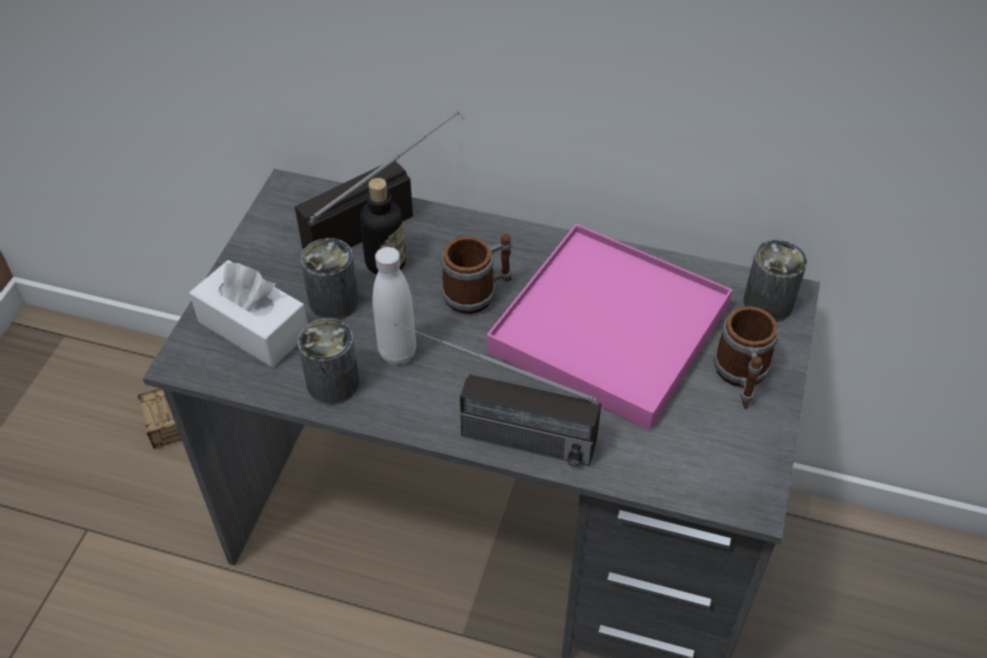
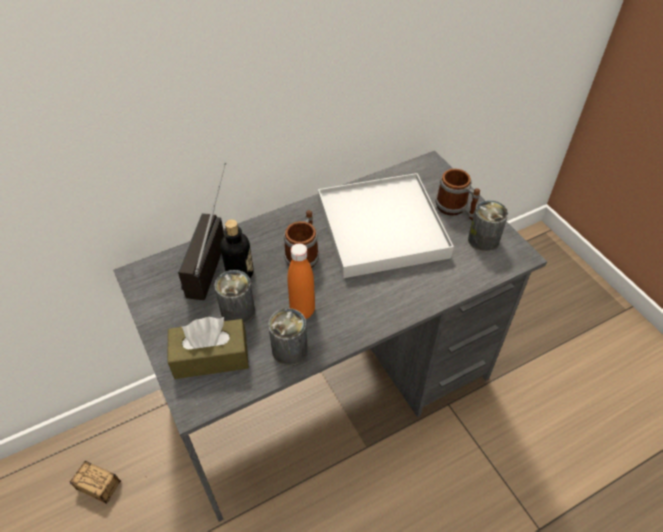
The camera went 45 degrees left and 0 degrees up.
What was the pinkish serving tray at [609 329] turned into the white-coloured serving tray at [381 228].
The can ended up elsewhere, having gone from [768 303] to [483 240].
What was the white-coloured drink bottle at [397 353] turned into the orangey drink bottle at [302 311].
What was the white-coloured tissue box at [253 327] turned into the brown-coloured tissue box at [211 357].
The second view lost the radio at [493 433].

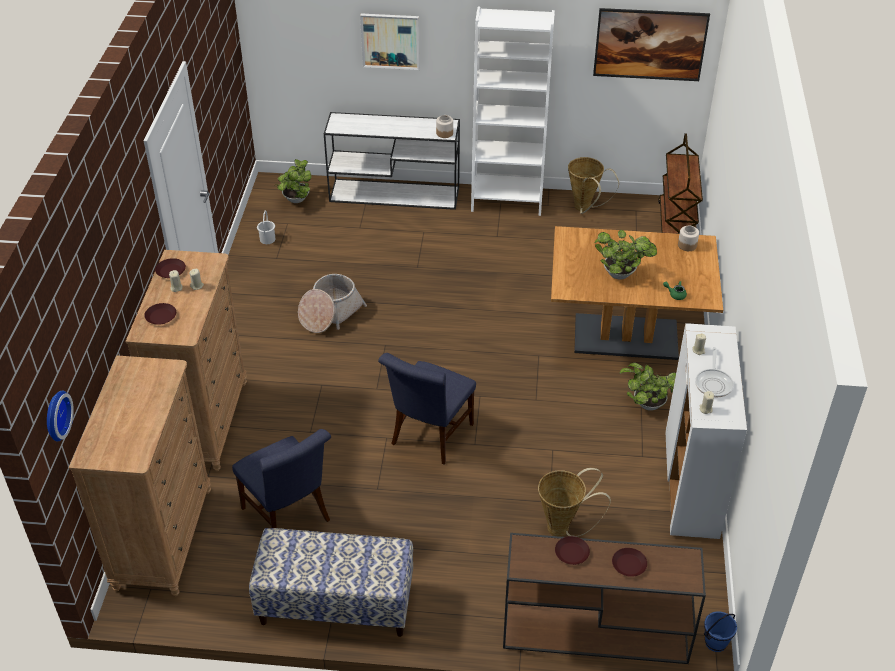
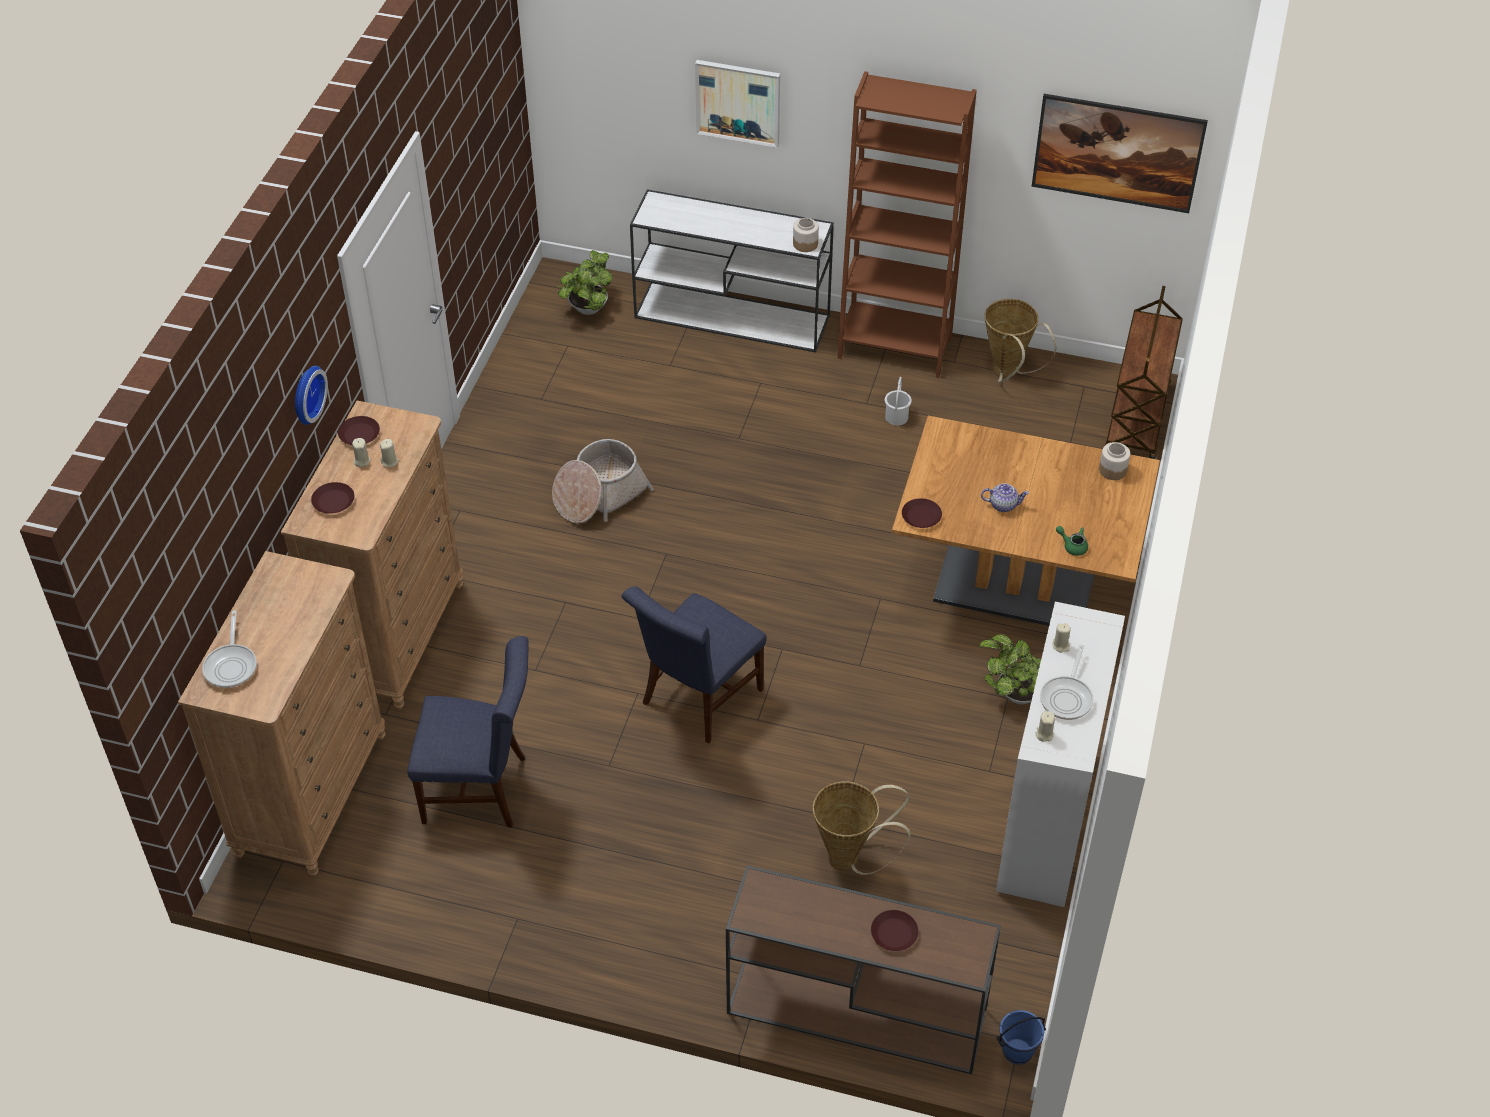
The camera went 10 degrees right and 5 degrees up.
What was the white-coloured shelving unit at [507 201] turned into the brown-coloured shelving unit at [894 348].
The white-coloured pail ended up elsewhere, having gone from [267 239] to [896 417].
Where the potted plant stood at [621 274], the tea pot came to stand at [1003 505].
The hanging clock ended up elsewhere, having gone from [55 415] to [305 394].
The bluish chair at [289 517] ended up facing another way, 60 degrees counterclockwise from before.
The second view lost the long seat at [335 604].
The brown-coloured flat dish ended up elsewhere, having gone from [572 552] to [921 516].
The second view gained the skillet at [231 665].

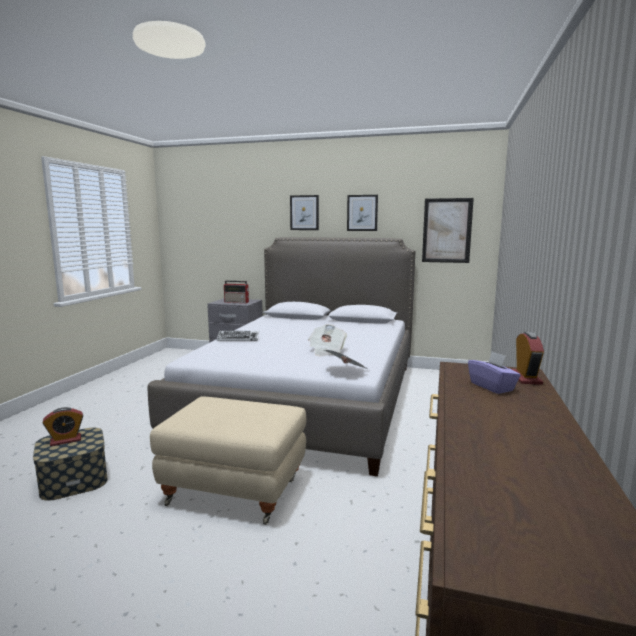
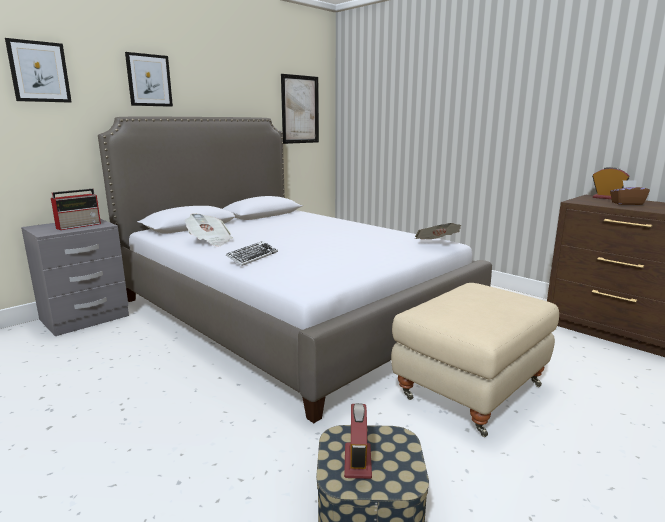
The camera went 60 degrees left and 5 degrees up.
The wall art ended up elsewhere, having gone from [362 213] to [39 72].
The daily paper ended up elsewhere, having gone from [326 351] to [210 241].
What was the purplish tissue box at [492 387] turned into the brown-coloured tissue box at [626 203].

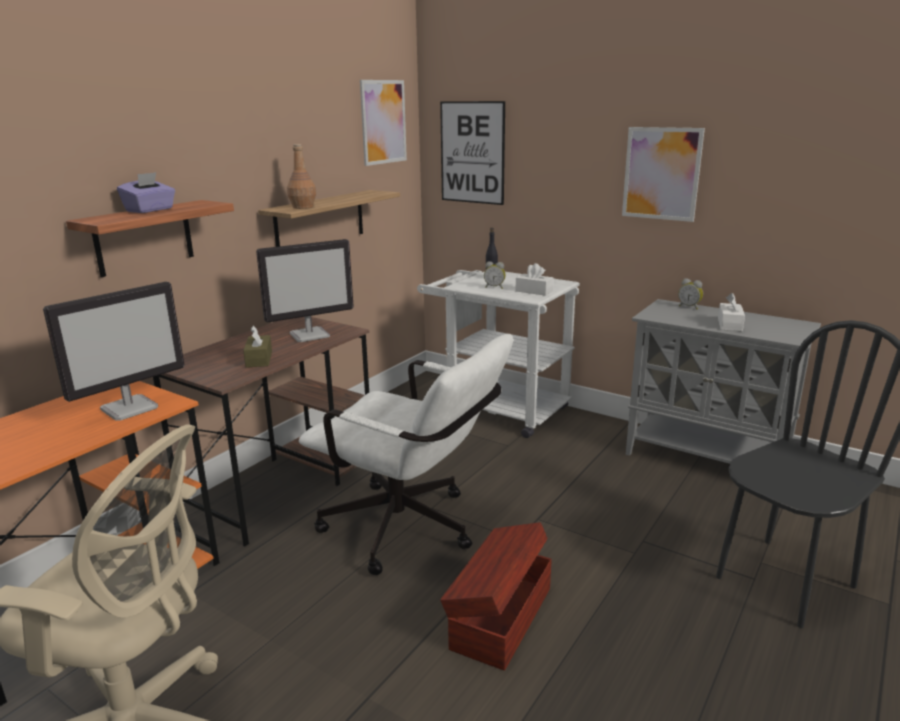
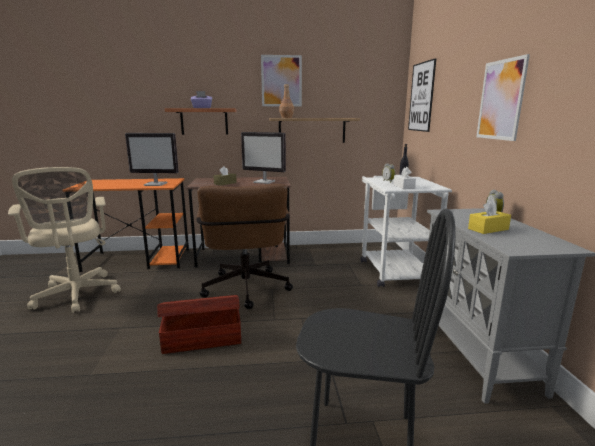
The camera went 50 degrees right and 5 degrees down.
The wall art ended up elsewhere, having gone from [383 122] to [281 81].
What was the white-coloured tissue box at [729 324] turned into the yellow-coloured tissue box at [488 229].
What was the white-coloured desk chair at [411 531] turned into the brown-coloured desk chair at [246 292].

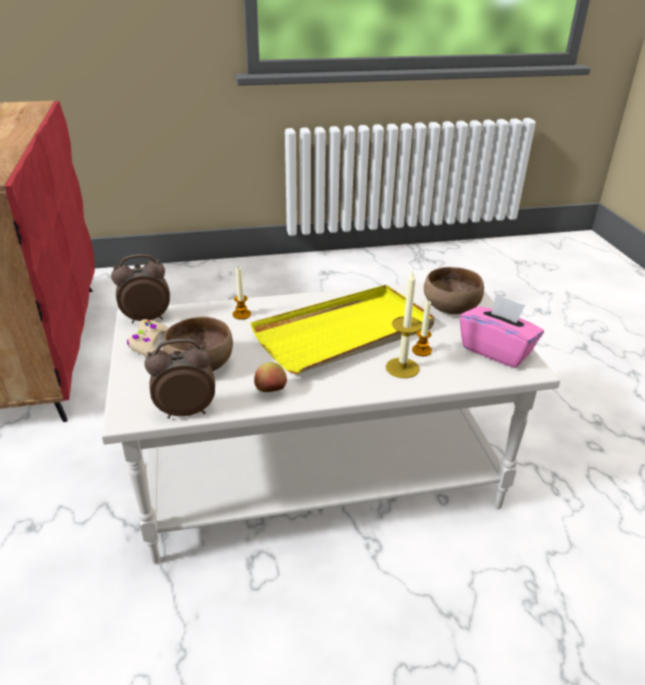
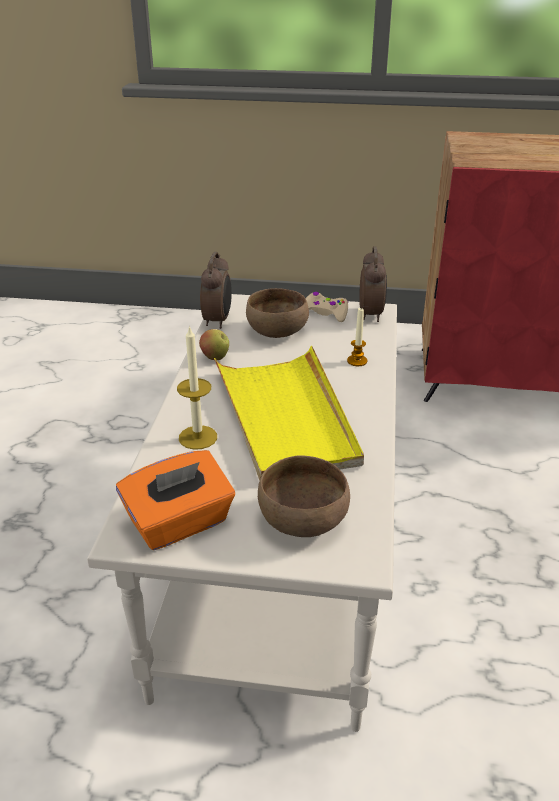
The camera went 110 degrees right and 0 degrees up.
What was the pinkish tissue box at [496 350] turned into the orangey tissue box at [180 523].
The second view lost the wax light at [422 350].

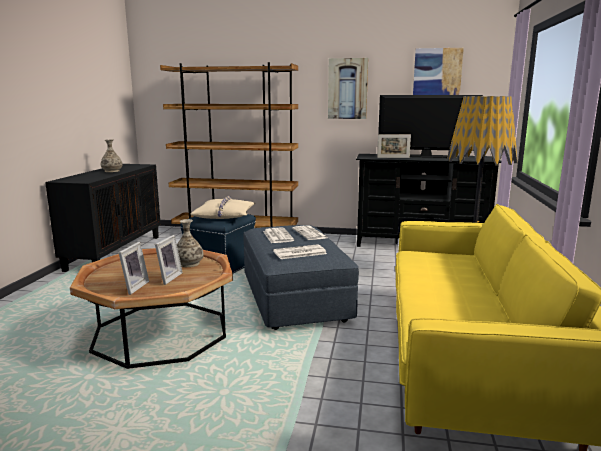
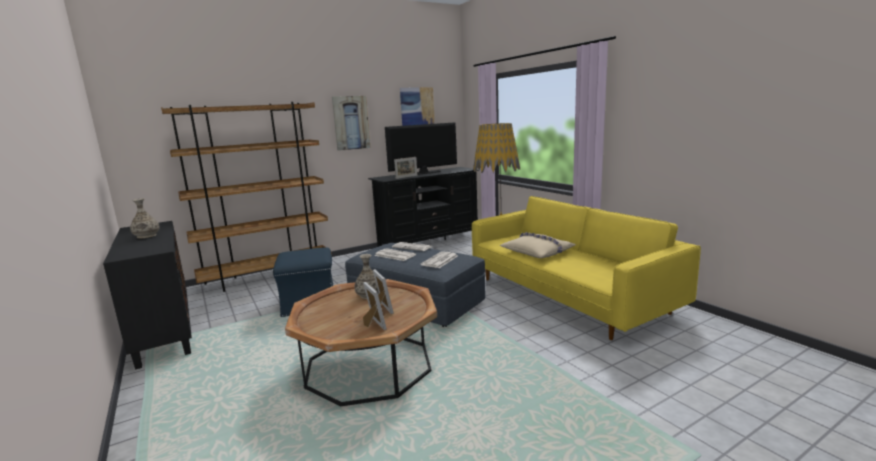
The camera went 40 degrees left and 0 degrees up.
The sand-coloured cushion ended up elsewhere, having gone from [224 215] to [538 252].

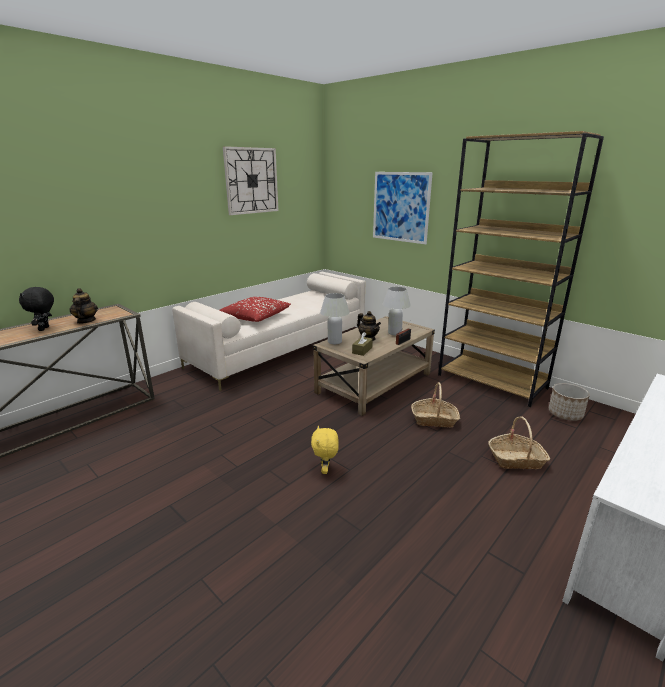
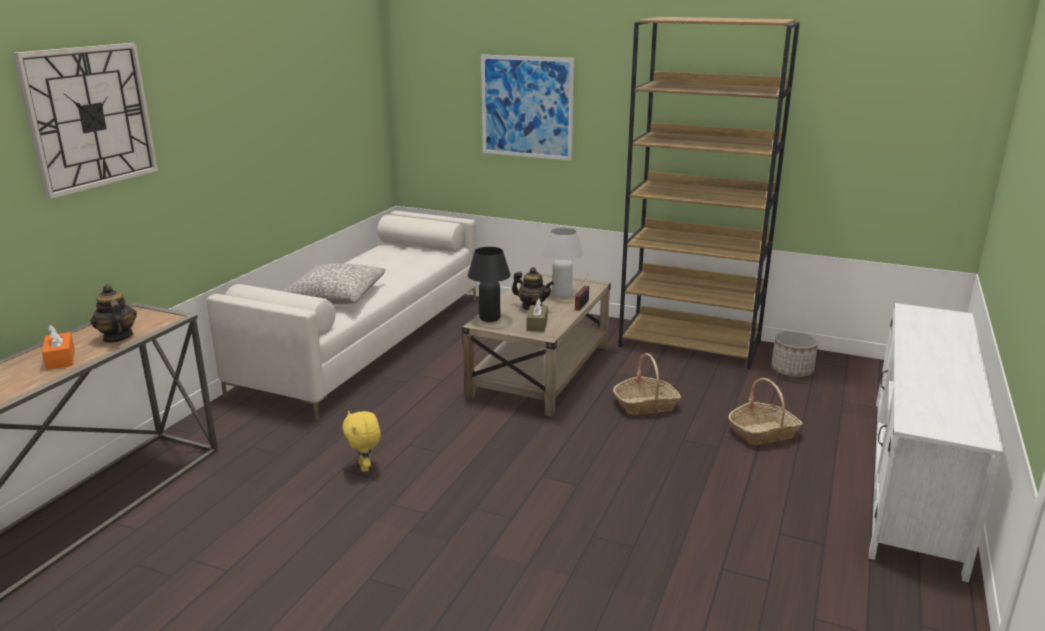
The camera went 20 degrees left and 0 degrees up.
The hanging clock ended up elsewhere, having gone from [251 181] to [90 117].
Where the black soft toy stood at [45 329], the orangey tissue box came to stand at [60 359].
What was the white-coloured table lamp at [334 342] turned into the black table lamp at [489 318].
What was the reddish cushion at [255 316] turned into the greyish cushion at [335 296].
The yellow-coloured soft toy ended up elsewhere, having gone from [325 470] to [365 467].

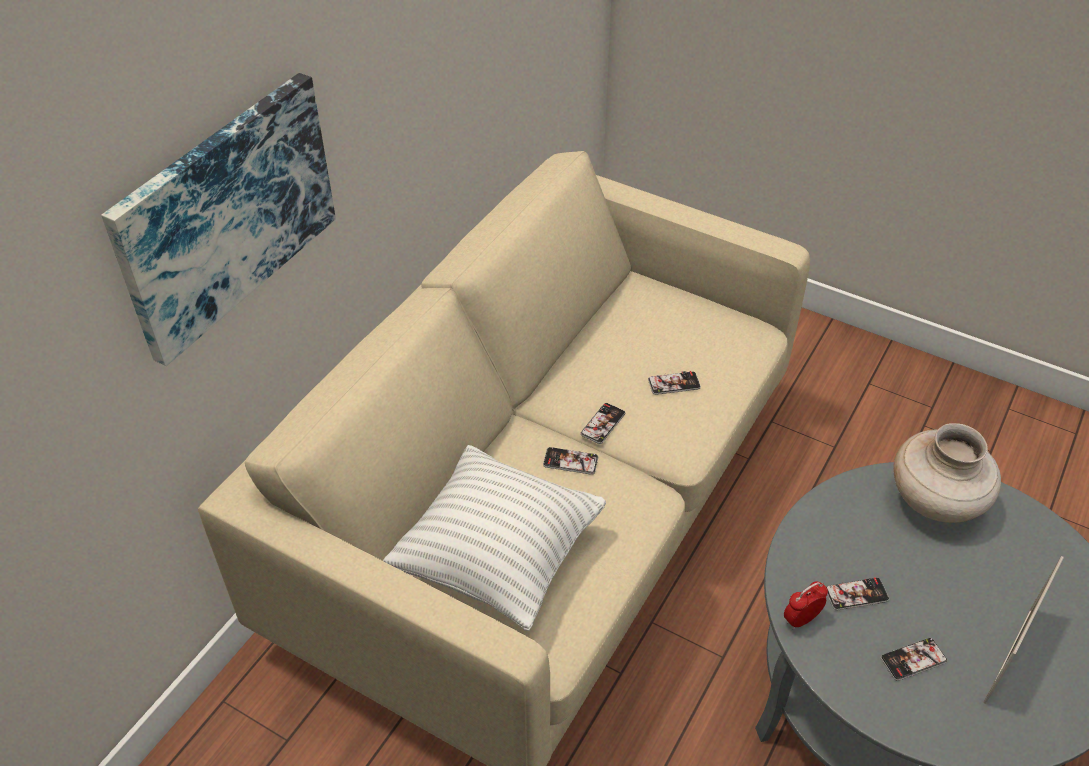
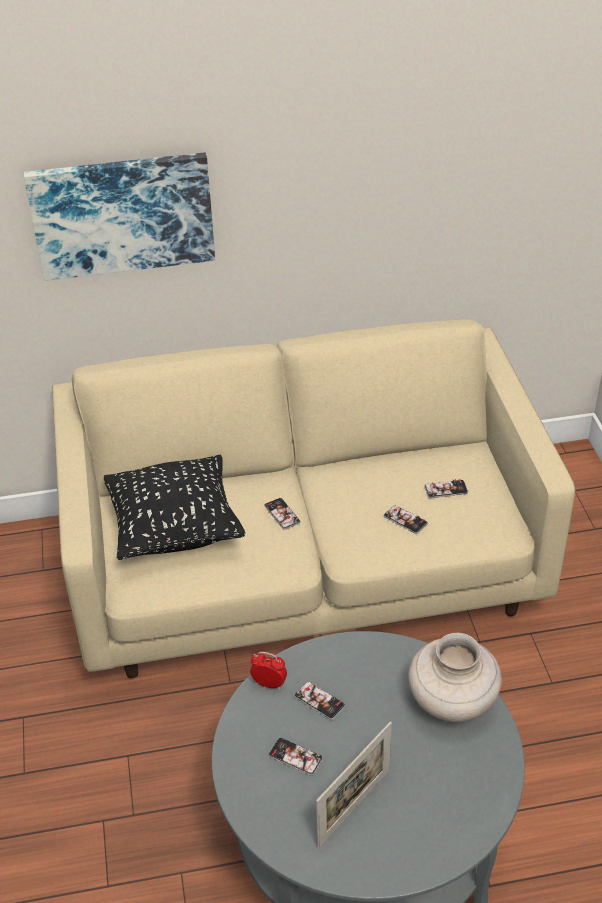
The camera went 50 degrees right and 5 degrees down.
The handset ended up elsewhere, having gone from [603 424] to [446 489].
What was the white-coloured cushion at [498 558] turned into the black cushion at [175 529].
The standing frame at [1008 654] ended up facing another way, 135 degrees clockwise from before.

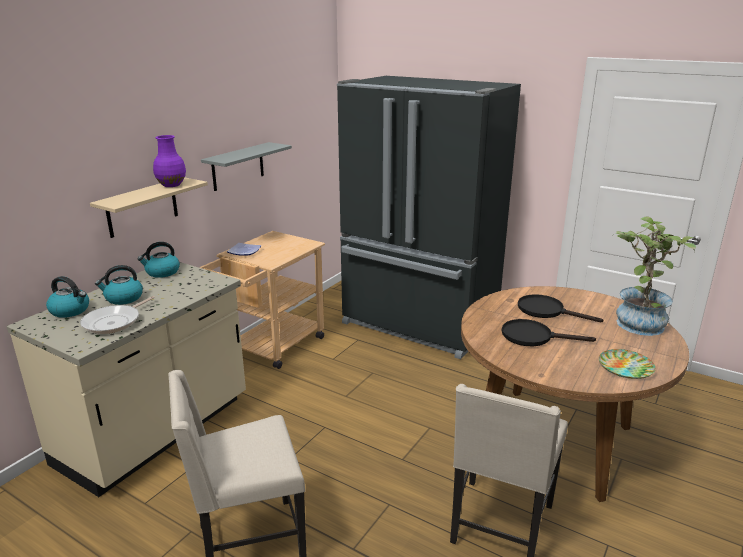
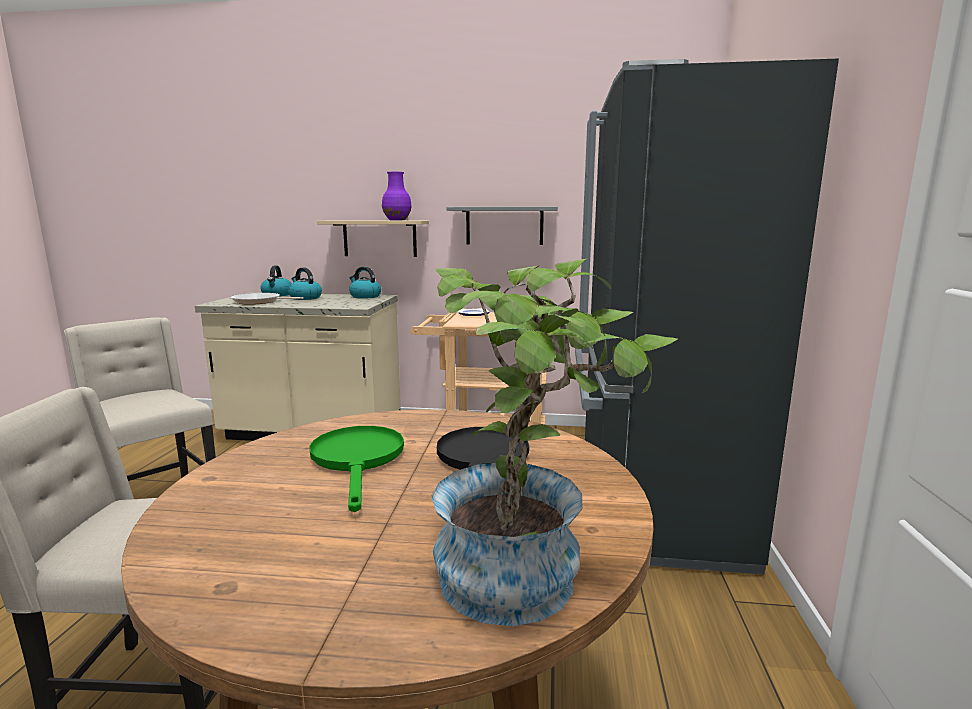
The camera went 65 degrees right and 10 degrees down.
What was the black skillet at [533 336] turned into the greenish skillet at [358 460].
The second view lost the flat dish at [626 367].

